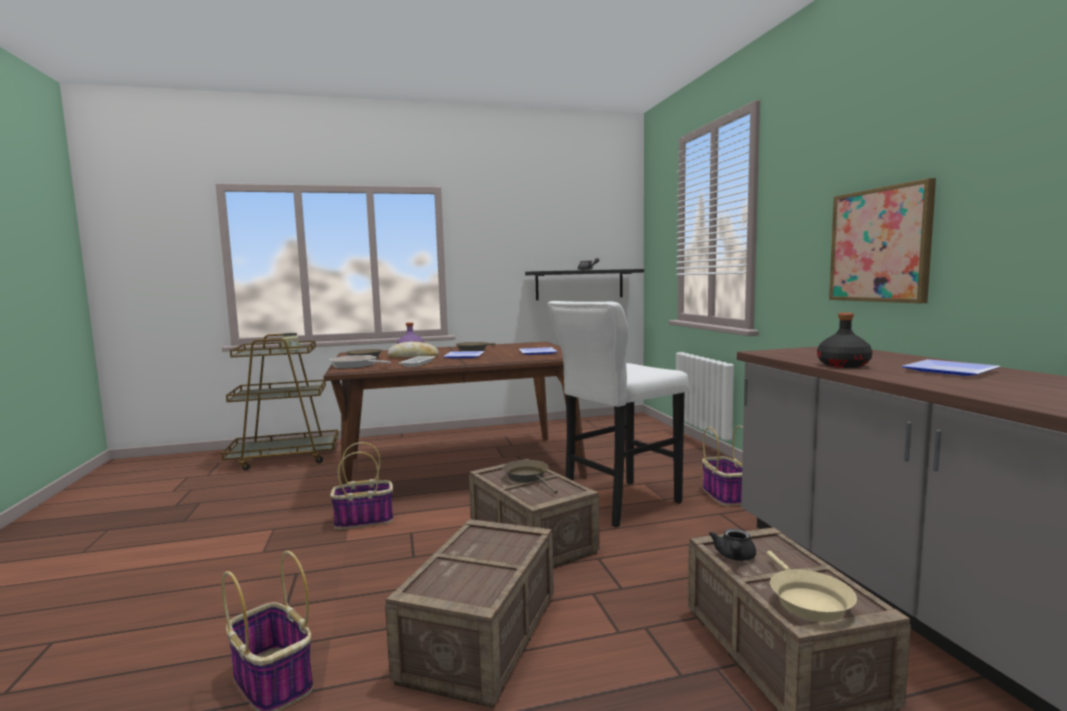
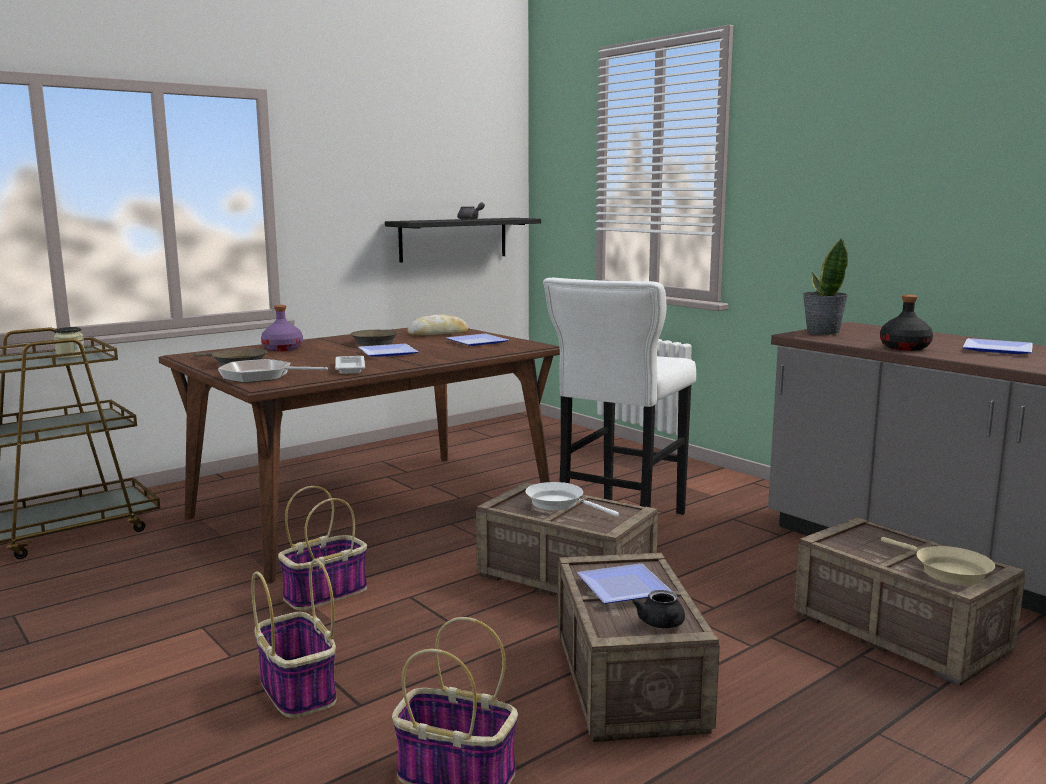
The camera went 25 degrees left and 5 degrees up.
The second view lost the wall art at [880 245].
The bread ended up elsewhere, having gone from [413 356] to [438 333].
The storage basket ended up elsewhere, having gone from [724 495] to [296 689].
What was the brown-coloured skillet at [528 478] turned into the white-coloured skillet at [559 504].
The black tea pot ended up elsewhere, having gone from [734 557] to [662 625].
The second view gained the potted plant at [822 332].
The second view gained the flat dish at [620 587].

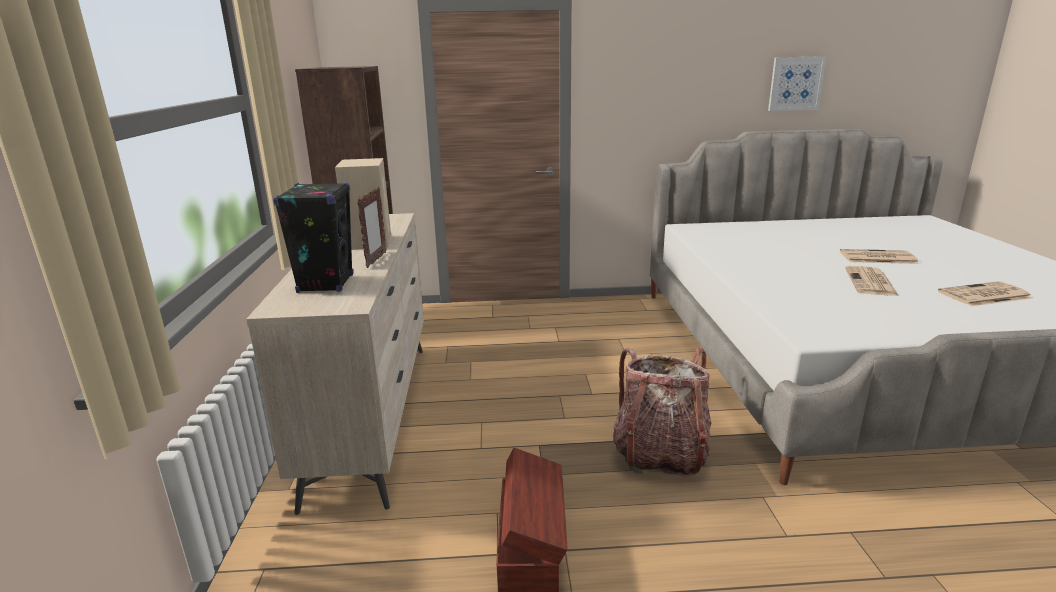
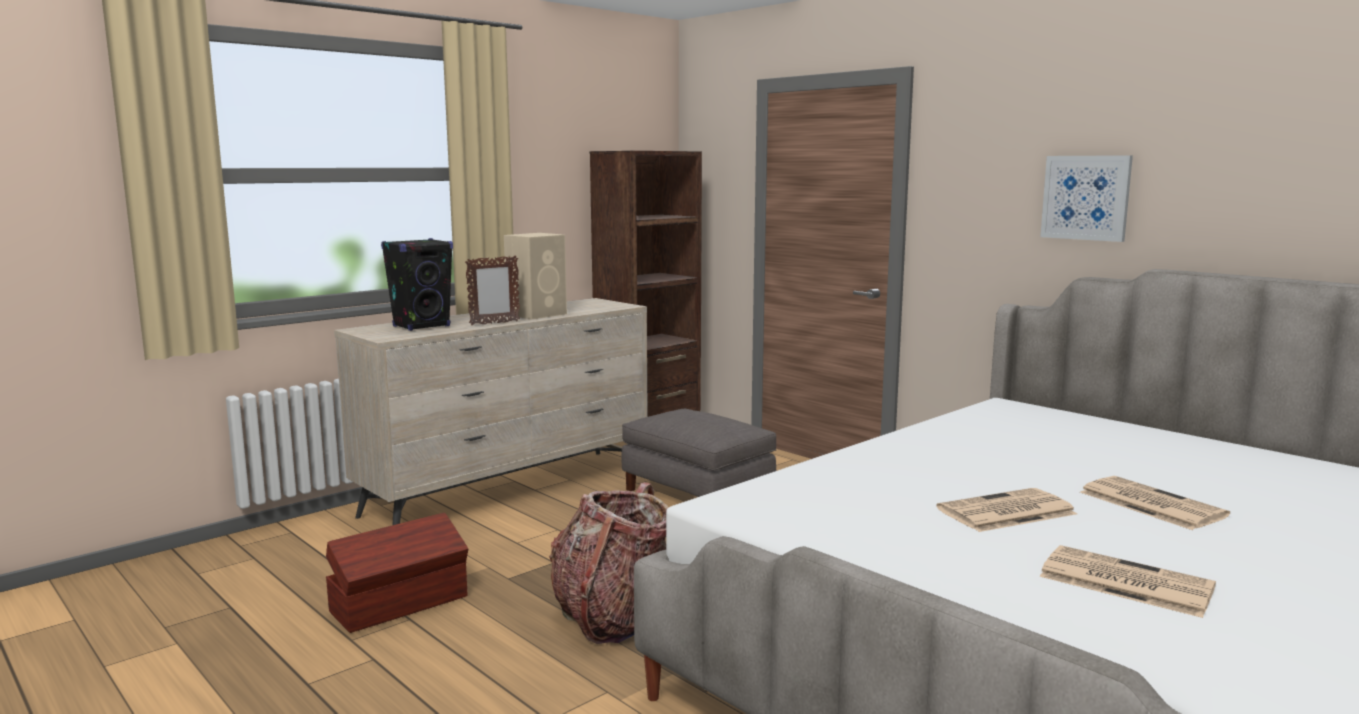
The camera went 50 degrees right and 10 degrees down.
The wall art ended up elsewhere, having gone from [795 83] to [1086 197].
The second view gained the greyish ottoman at [698 493].

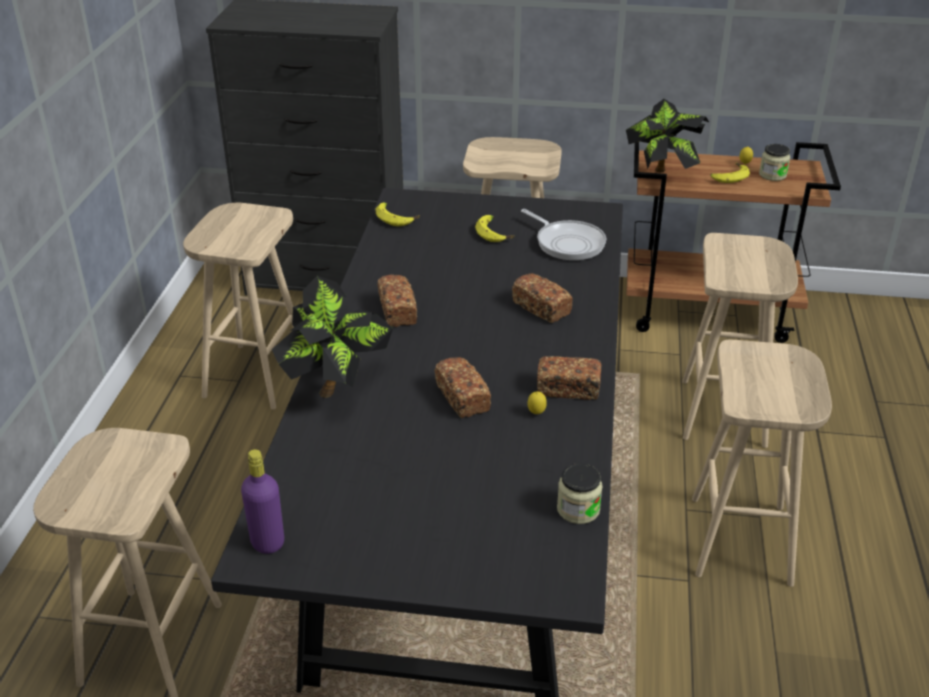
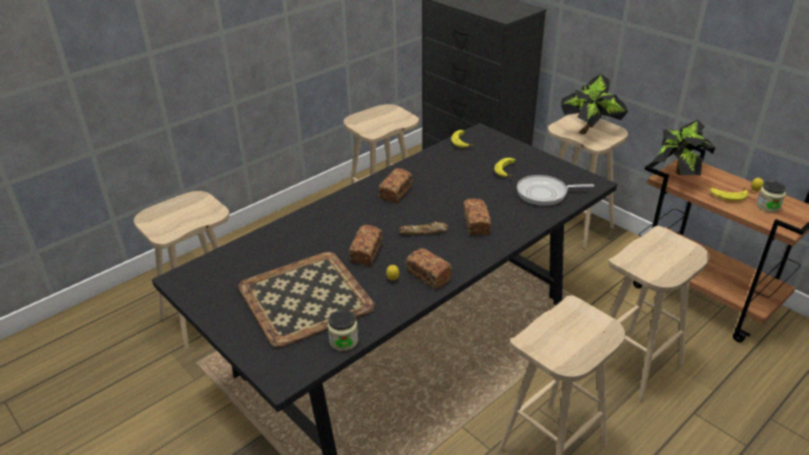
The camera went 40 degrees right and 0 degrees up.
The skillet at [567 243] ended up facing another way, 90 degrees clockwise from before.
The potted plant ended up elsewhere, having gone from [336 386] to [589 131].
The second view lost the purplish drink bottle at [267 542].
The second view gained the bread at [424 232].
The second view gained the serving tray at [305 298].

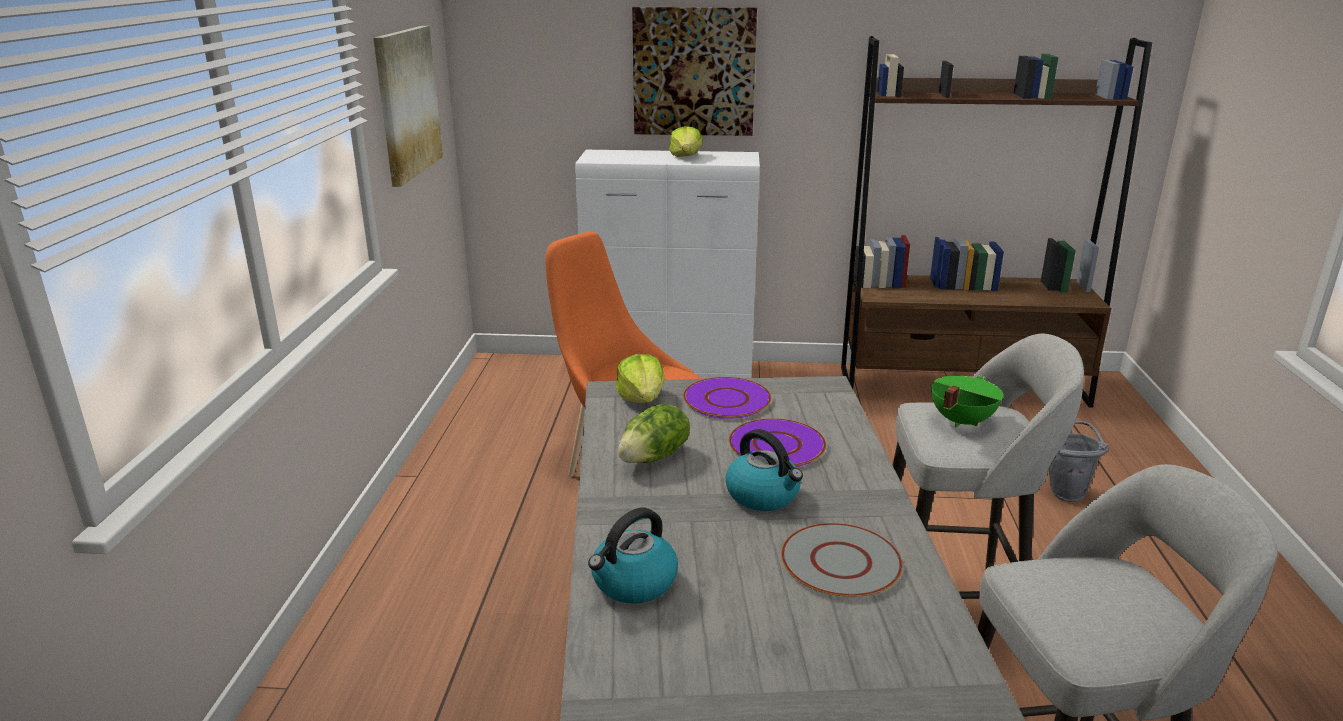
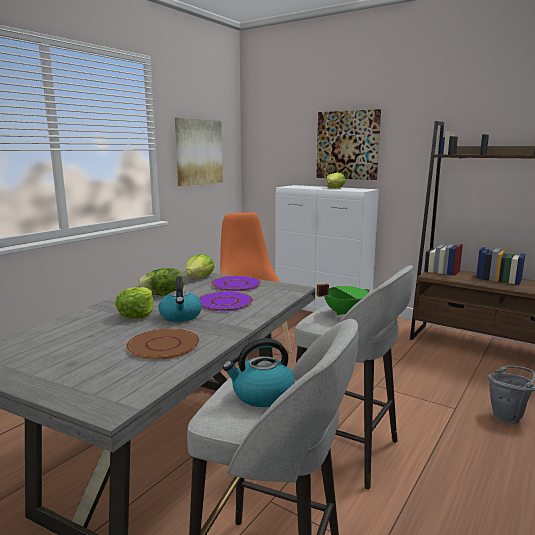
The camera went 30 degrees right and 10 degrees down.
The kettle ended up elsewhere, having gone from [633 583] to [262 395].
What was the greyish flat dish at [841 562] turned into the brown-coloured flat dish at [164 345].
The second view gained the head of lettuce at [137 314].

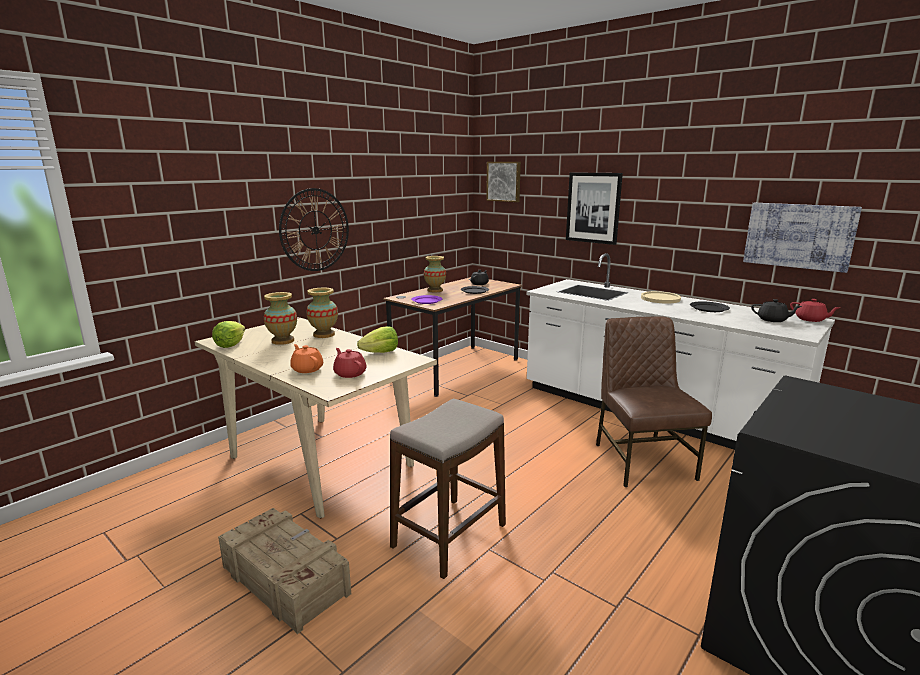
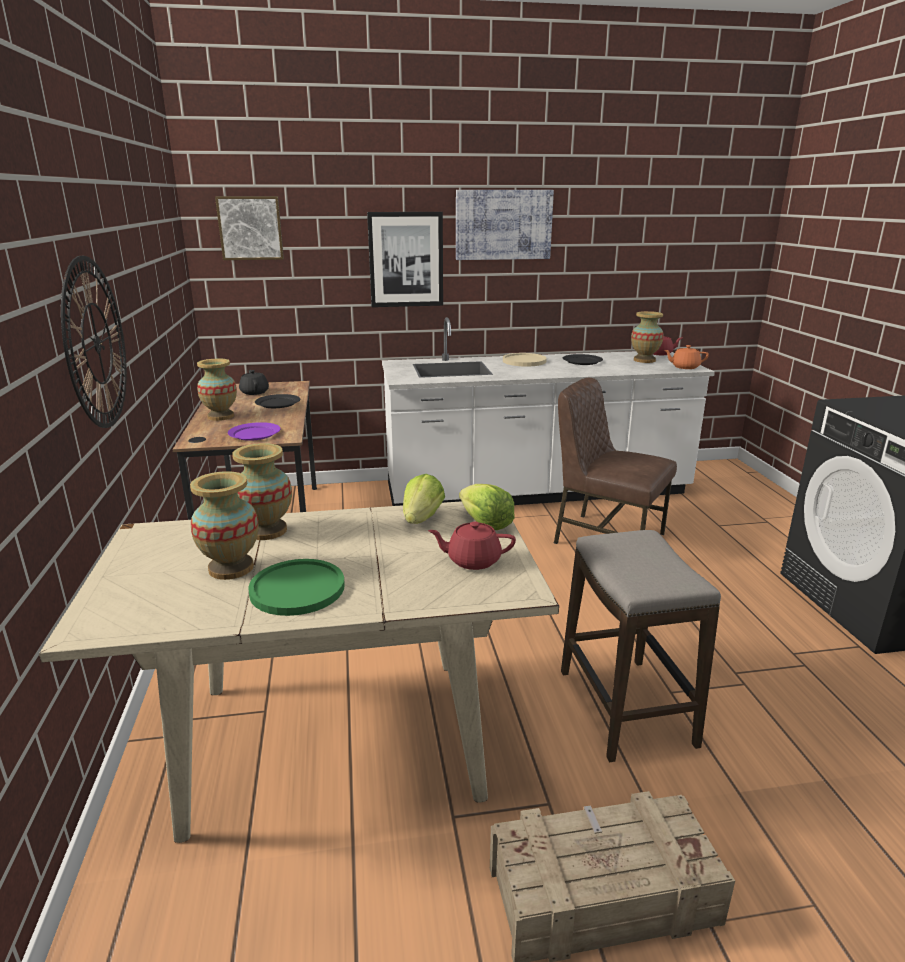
The camera went 50 degrees left and 5 degrees up.
The wall art ended up elsewhere, having gone from [798 236] to [503 225].
Where the black tea pot stood at [773 320], the flower vase came to stand at [644 360].
The head of lettuce ended up elsewhere, having gone from [230 344] to [485 523].
The orangey tea pot ended up elsewhere, having gone from [307 369] to [684 367].
The second view gained the greenish flat dish at [297 589].

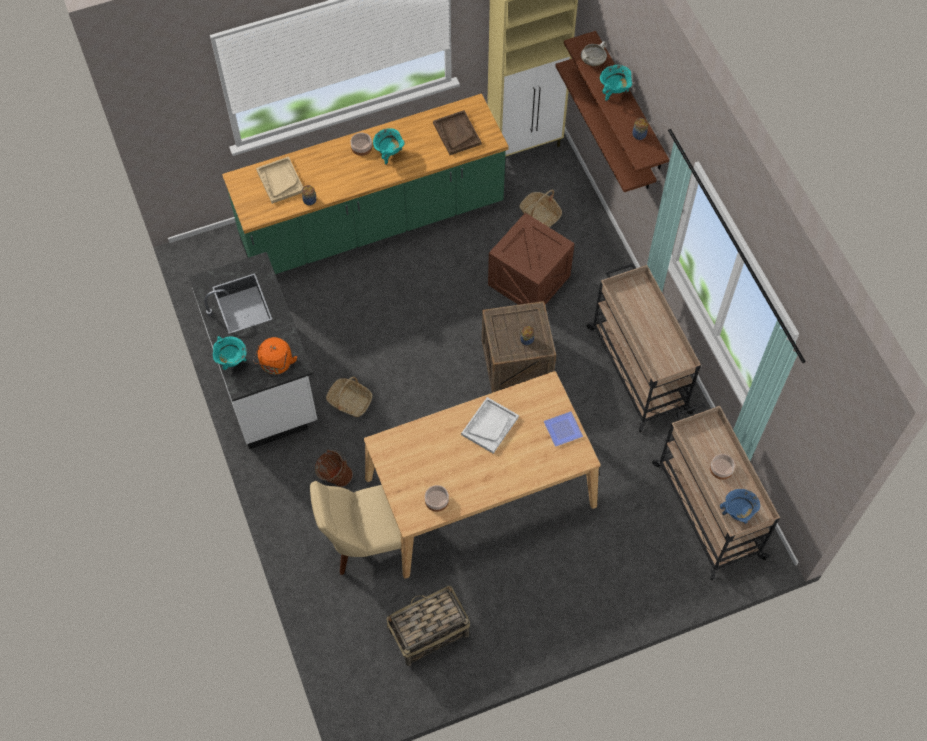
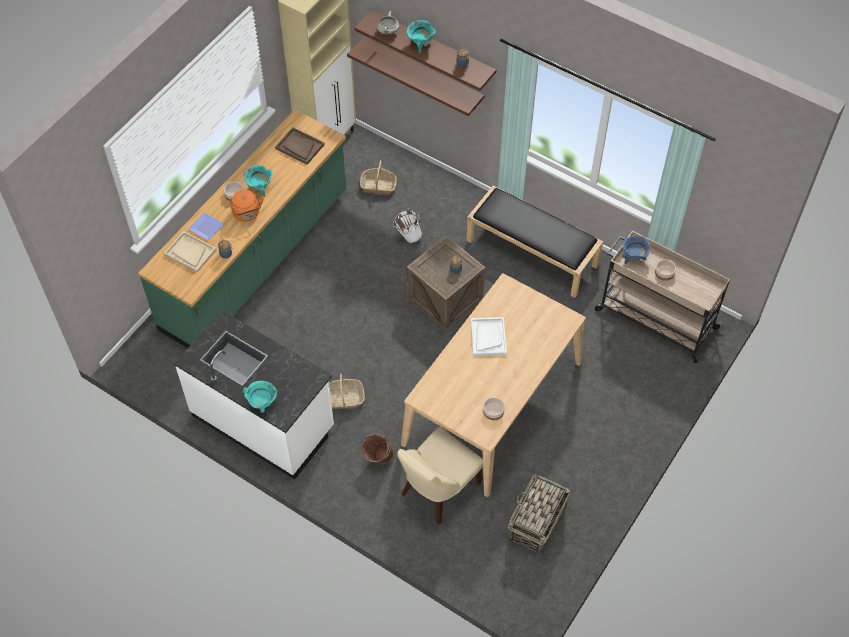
The camera went 35 degrees left and 5 degrees down.
Where the packing crate stood at [529 280], the white-coloured pail came to stand at [407 236].
Where the sand-coloured trolley stood at [637 368], the black long seat came to stand at [533 252].
The orangey kettle ended up elsewhere, having gone from [276 364] to [247 214].
The flat dish ended up elsewhere, having gone from [563 428] to [206 226].
The bluish stockpot ended up elsewhere, having gone from [737 513] to [633 257].

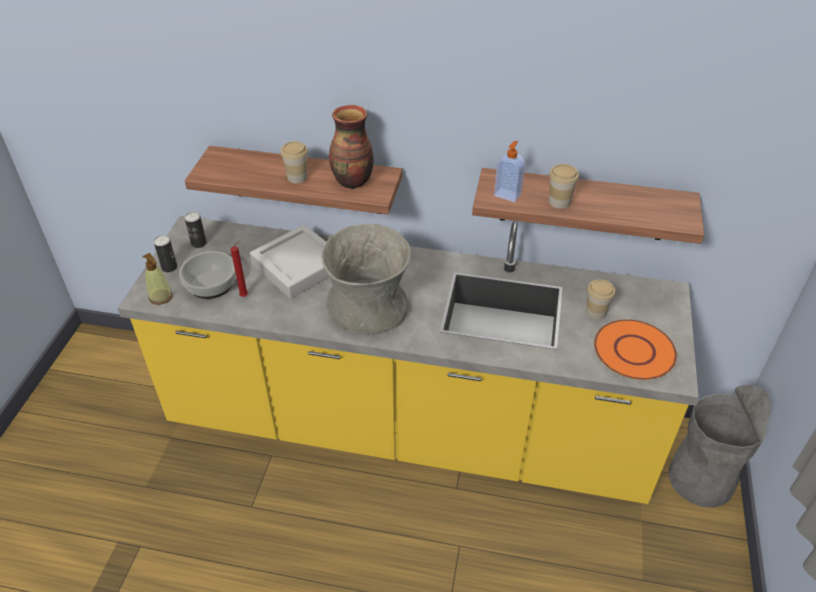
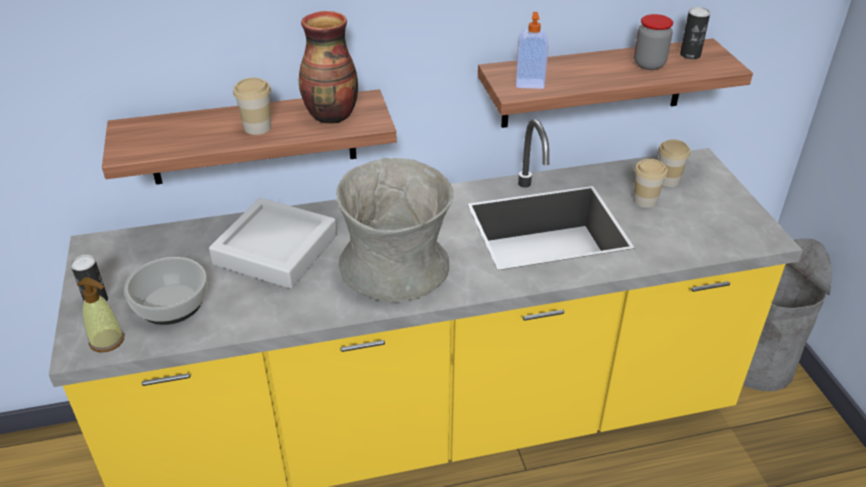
The camera went 25 degrees left and 5 degrees down.
The drinking cup ended up elsewhere, having gone from [559 202] to [667 180].
The can ended up elsewhere, having gone from [199 243] to [690 55].
The second view lost the reddish wax light at [245 296].
The second view lost the orangey flat dish at [634 351].
The second view gained the jar at [649 64].

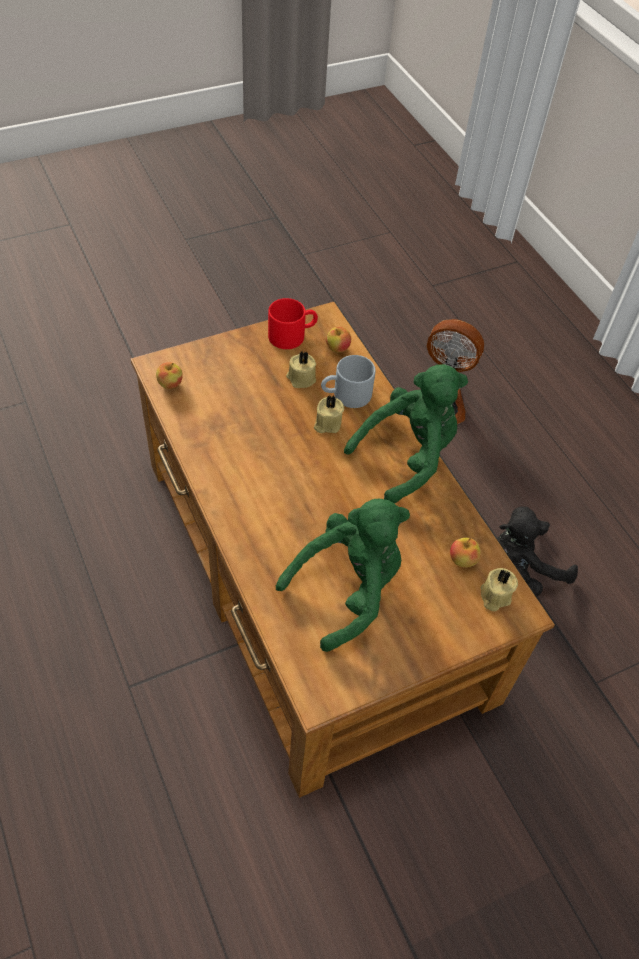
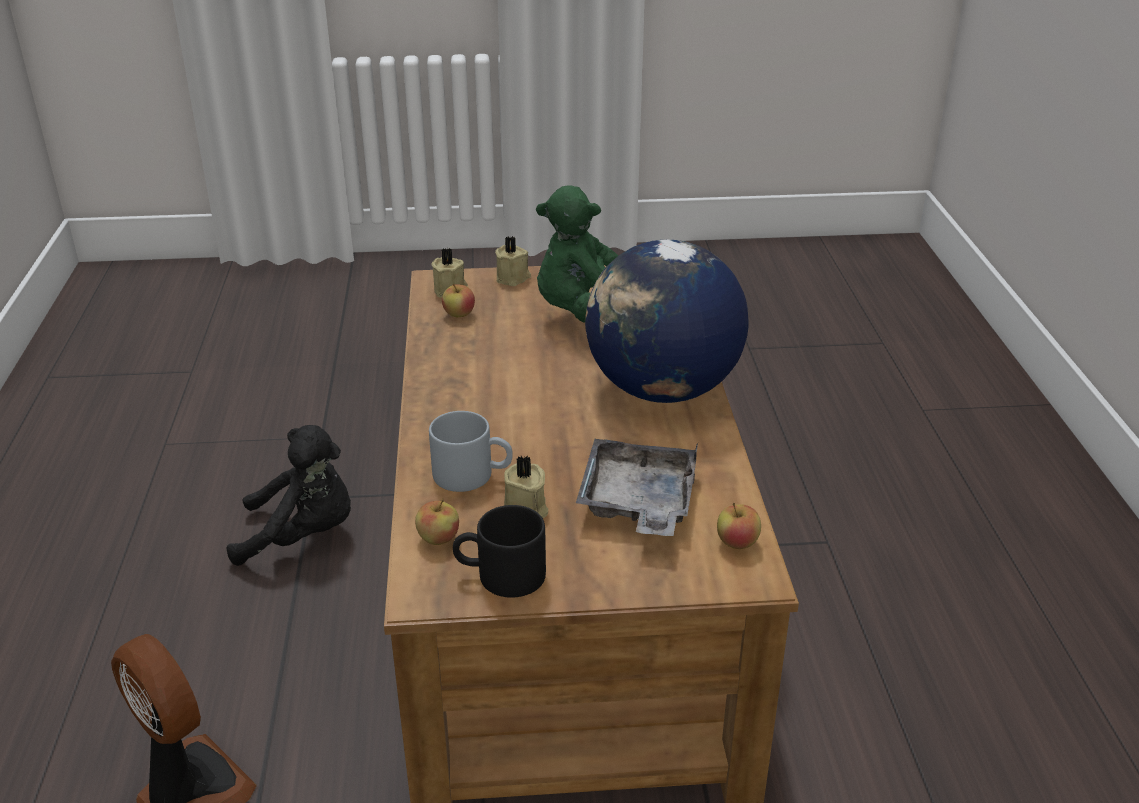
The camera went 155 degrees left and 20 degrees down.
What was the reddish coffee mug at [292 335] turned into the black coffee mug at [500 576].
The second view lost the greenish soft toy at [407 456].
The sand-coloured wax light ended up elsewhere, having gone from [327 423] to [513 278].
The second view gained the world globe at [662 390].
The second view gained the greyish serving tray at [638 503].

